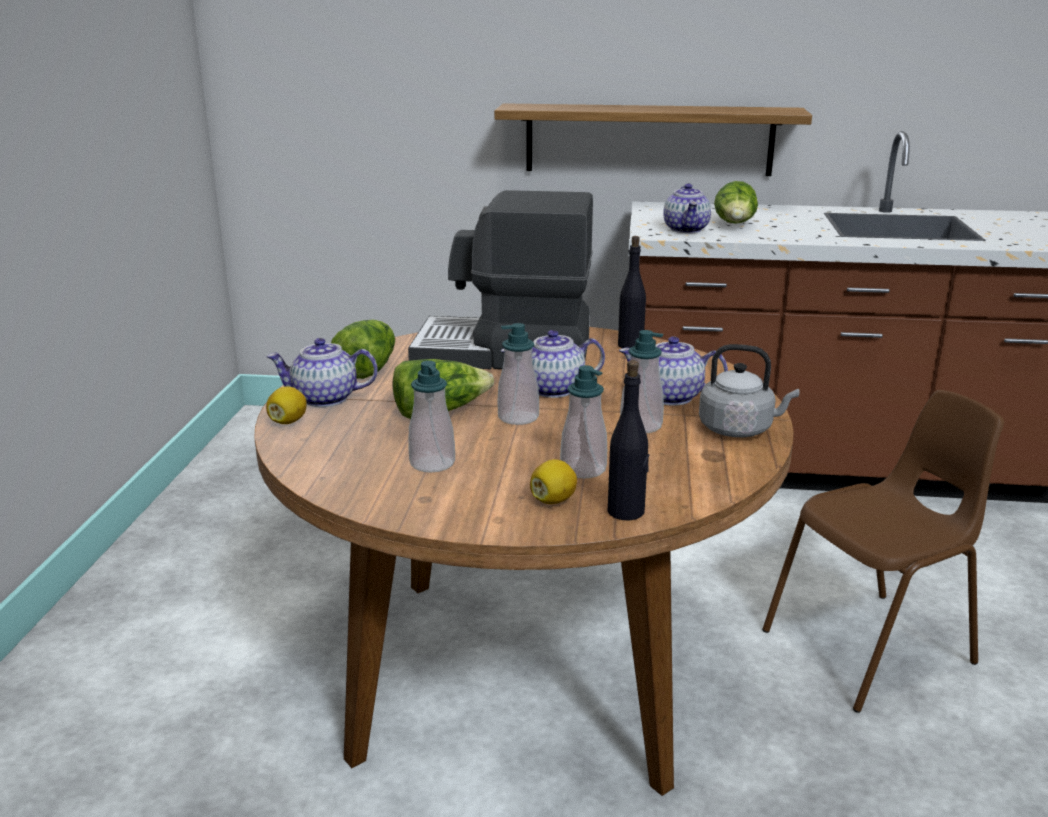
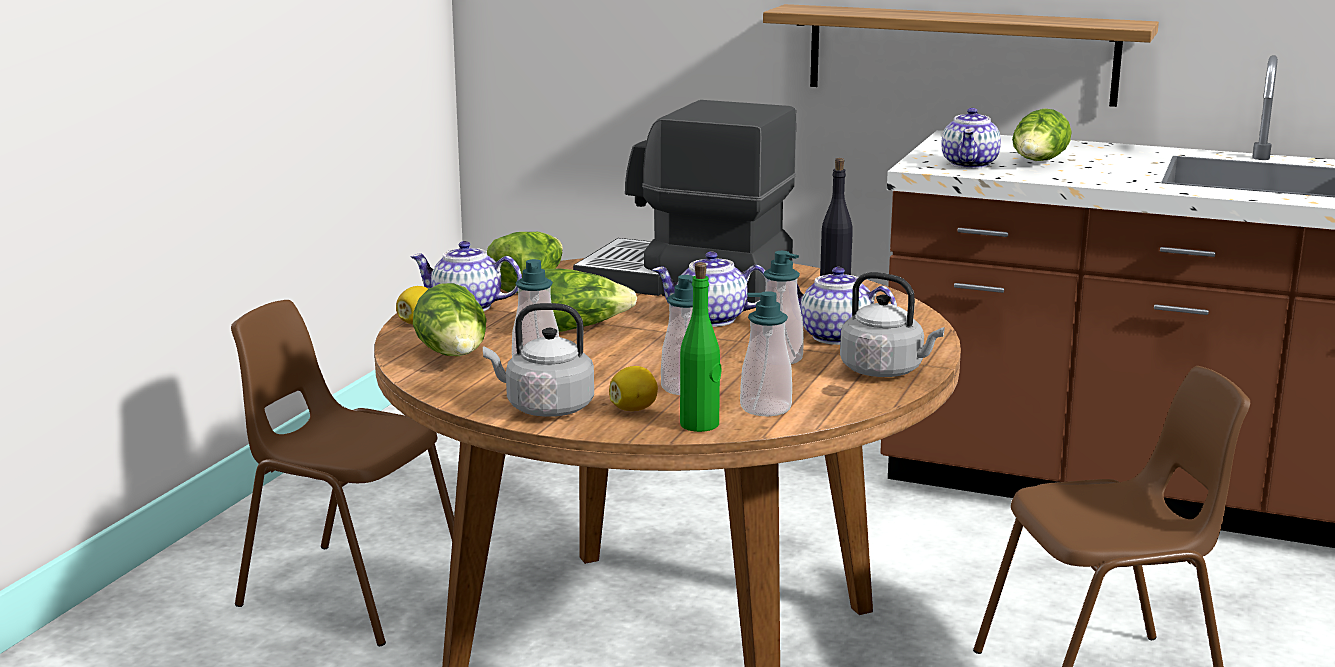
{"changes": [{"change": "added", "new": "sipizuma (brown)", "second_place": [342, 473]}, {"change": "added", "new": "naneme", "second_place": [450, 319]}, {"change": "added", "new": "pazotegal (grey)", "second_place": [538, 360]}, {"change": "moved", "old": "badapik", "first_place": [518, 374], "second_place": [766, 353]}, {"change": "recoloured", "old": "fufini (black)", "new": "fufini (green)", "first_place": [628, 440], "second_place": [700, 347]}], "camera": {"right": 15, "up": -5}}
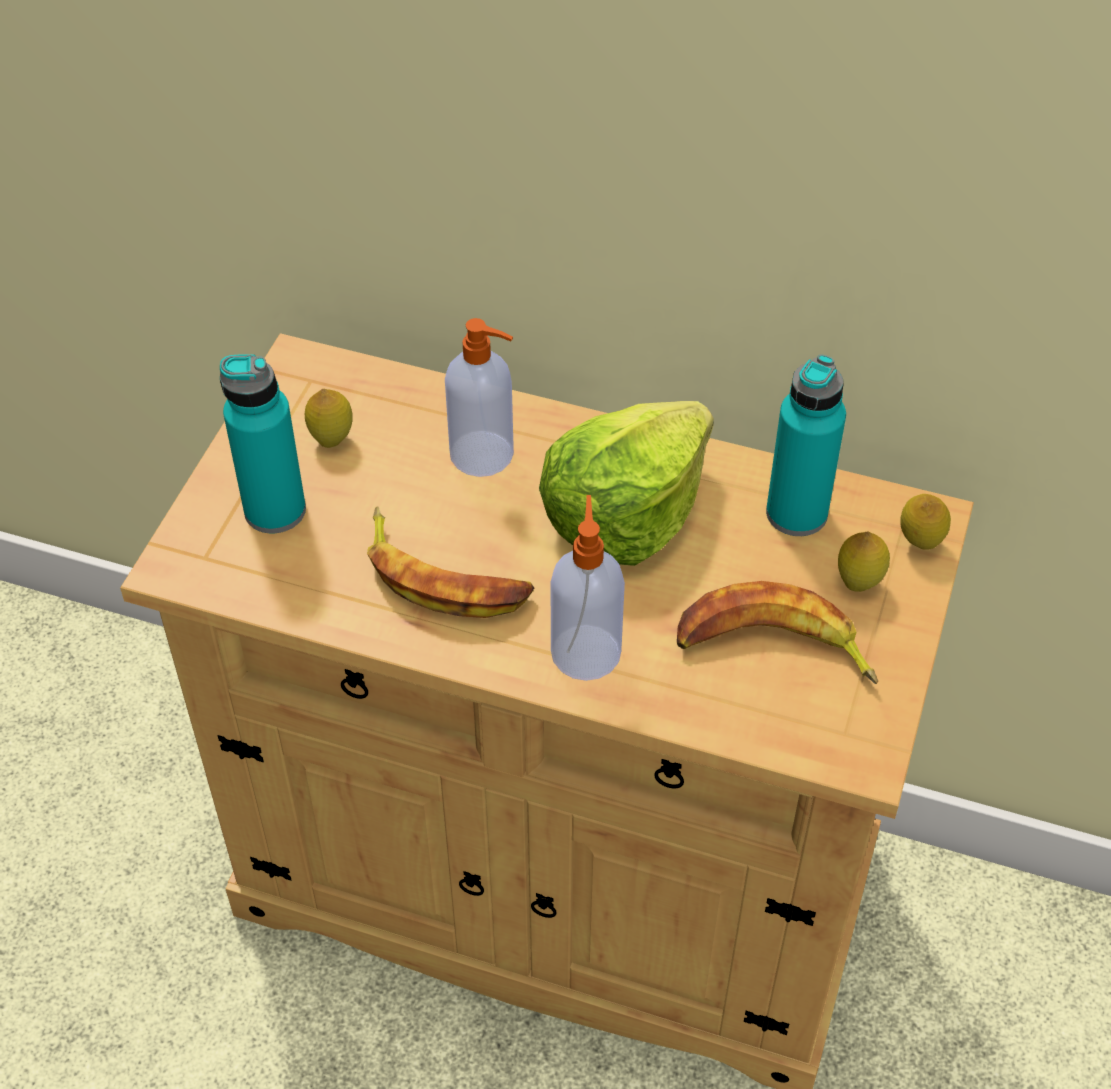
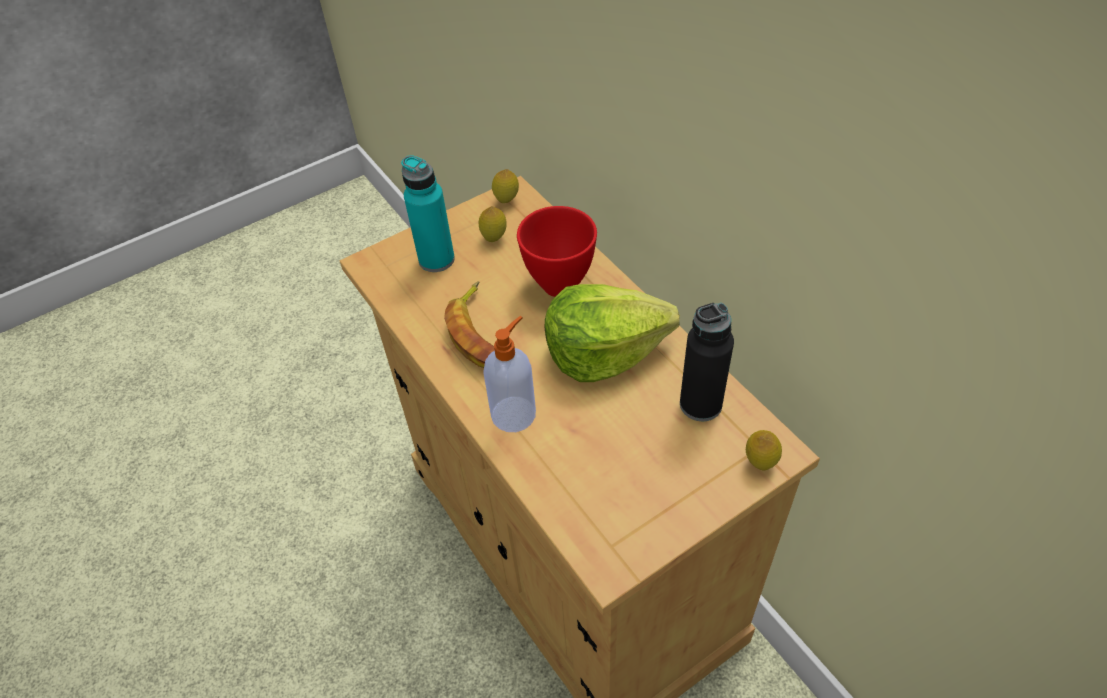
{"changes": [{"change": "removed", "old": "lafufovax", "first_place": [777, 632]}, {"change": "moved", "old": "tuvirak", "first_place": [864, 562], "second_place": [505, 186]}, {"change": "replaced", "old": "badapik", "new": "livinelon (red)", "first_place": [479, 397], "second_place": [557, 251]}, {"change": "recoloured", "old": "fufini (turquoise)", "new": "fufini (black)", "first_place": [806, 445], "second_place": [707, 362]}], "camera": {"right": 40, "up": 0}}
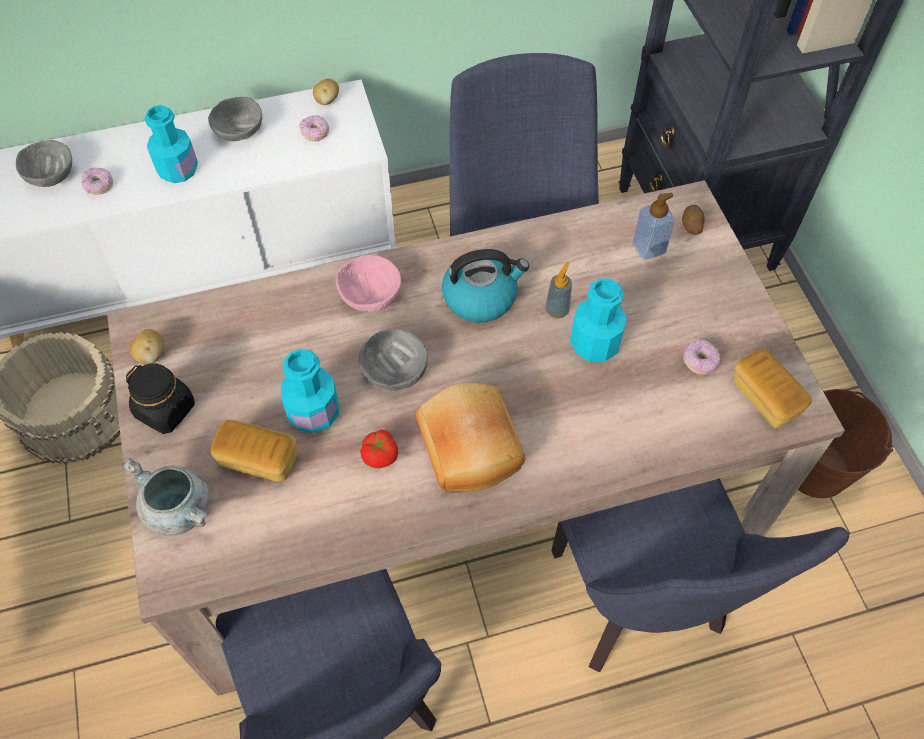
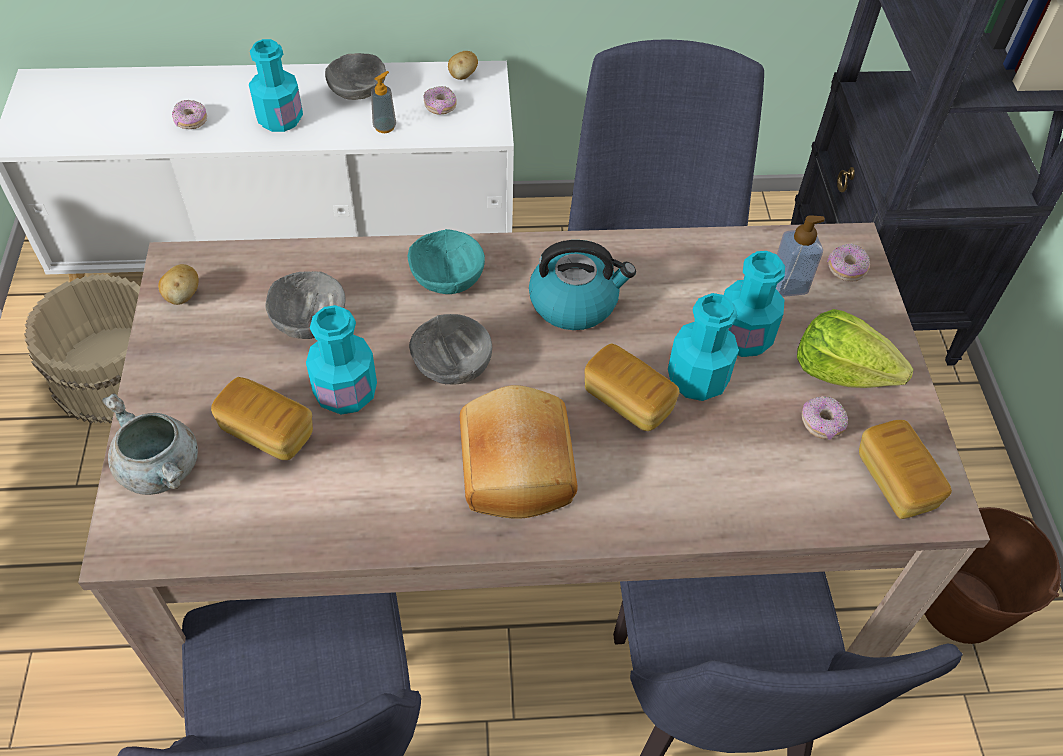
{"changes": [{"change": "removed", "old": "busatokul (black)", "first_place": [160, 399]}, {"change": "removed", "old": "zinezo", "first_place": [379, 449]}, {"change": "added", "new": "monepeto", "second_place": [632, 387]}, {"change": "added", "new": "fufini (turquoise)", "second_place": [754, 304]}, {"change": "added", "new": "naneme", "second_place": [855, 348]}, {"change": "moved", "old": "livinelon (grey)", "first_place": [44, 163], "second_place": [305, 305]}, {"change": "moved", "old": "badapik", "first_place": [558, 290], "second_place": [383, 102]}, {"change": "replaced", "old": "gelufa", "new": "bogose", "first_place": [693, 220], "second_place": [848, 263]}, {"change": "recoloured", "old": "livinelon (pink)", "new": "livinelon (turquoise)", "first_place": [368, 283], "second_place": [446, 261]}], "camera": {"right": 10, "up": -5}}
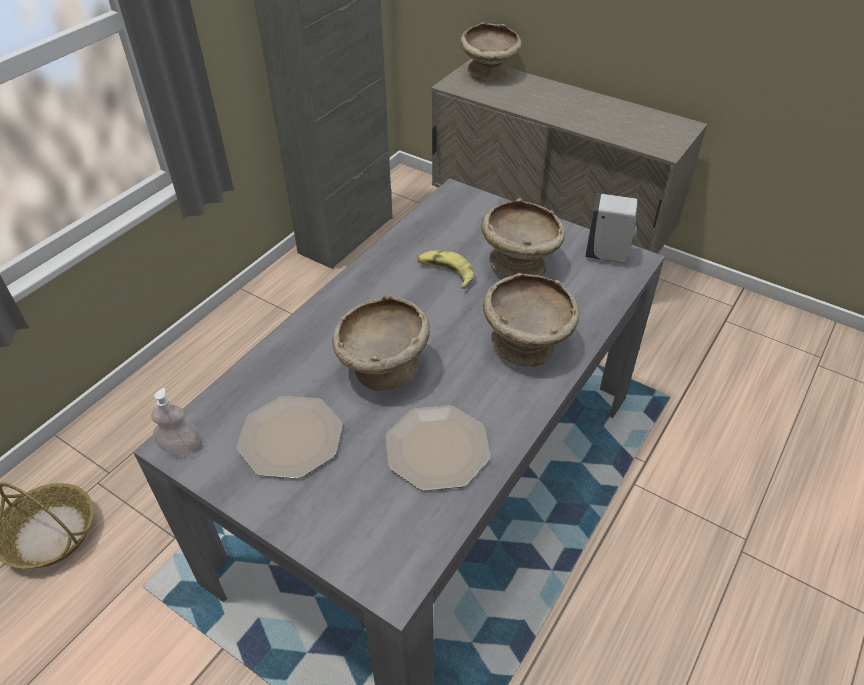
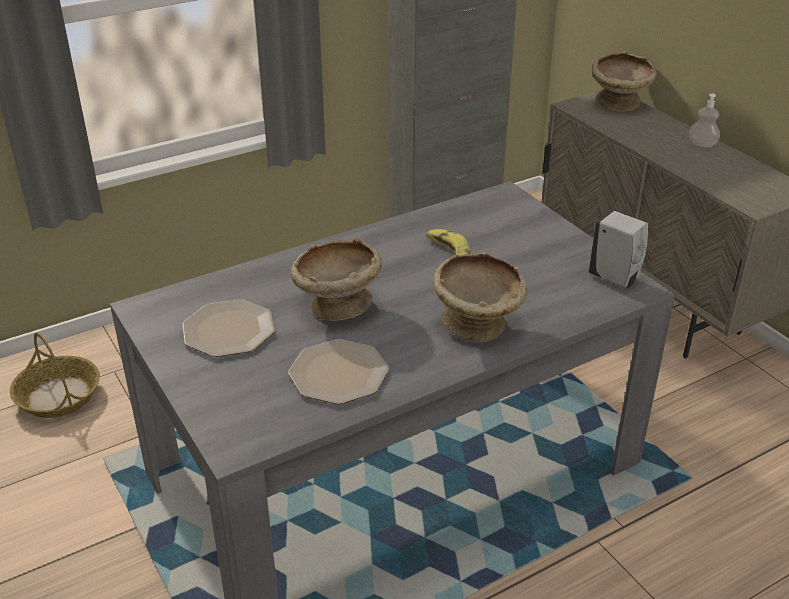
{"changes": [{"change": "removed", "old": "livinelon (beige)", "first_place": [523, 237]}, {"change": "moved", "old": "badapik", "first_place": [175, 421], "second_place": [704, 120]}], "camera": {"right": 25, "up": -10}}
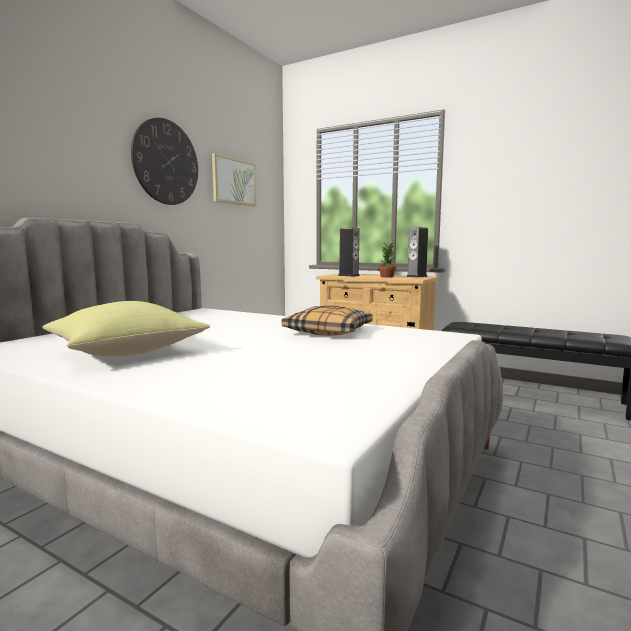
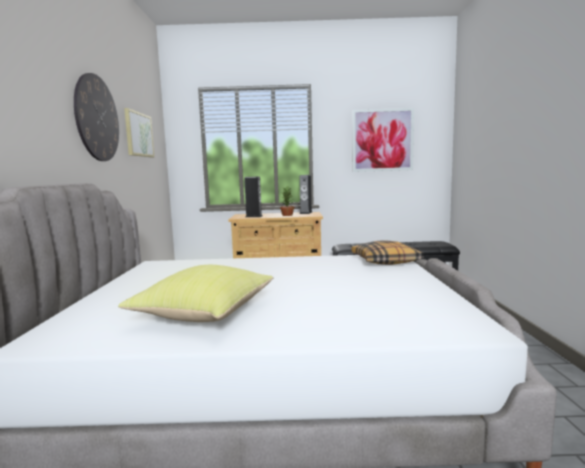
{"changes": [{"change": "added", "new": "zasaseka", "second_place": [383, 140]}, {"change": "moved", "old": "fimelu", "first_place": [327, 321], "second_place": [387, 252]}], "camera": {"right": -30, "up": 0}}
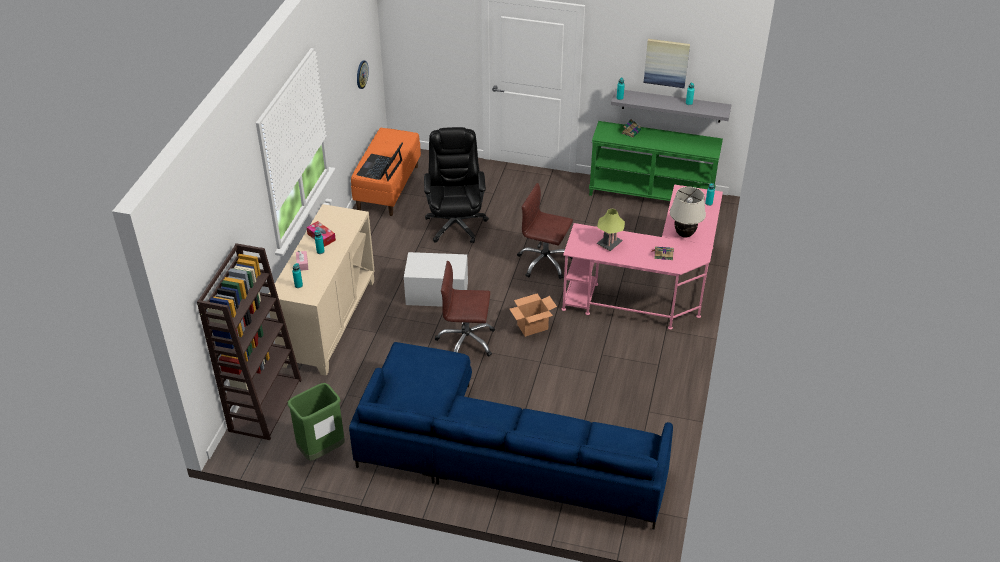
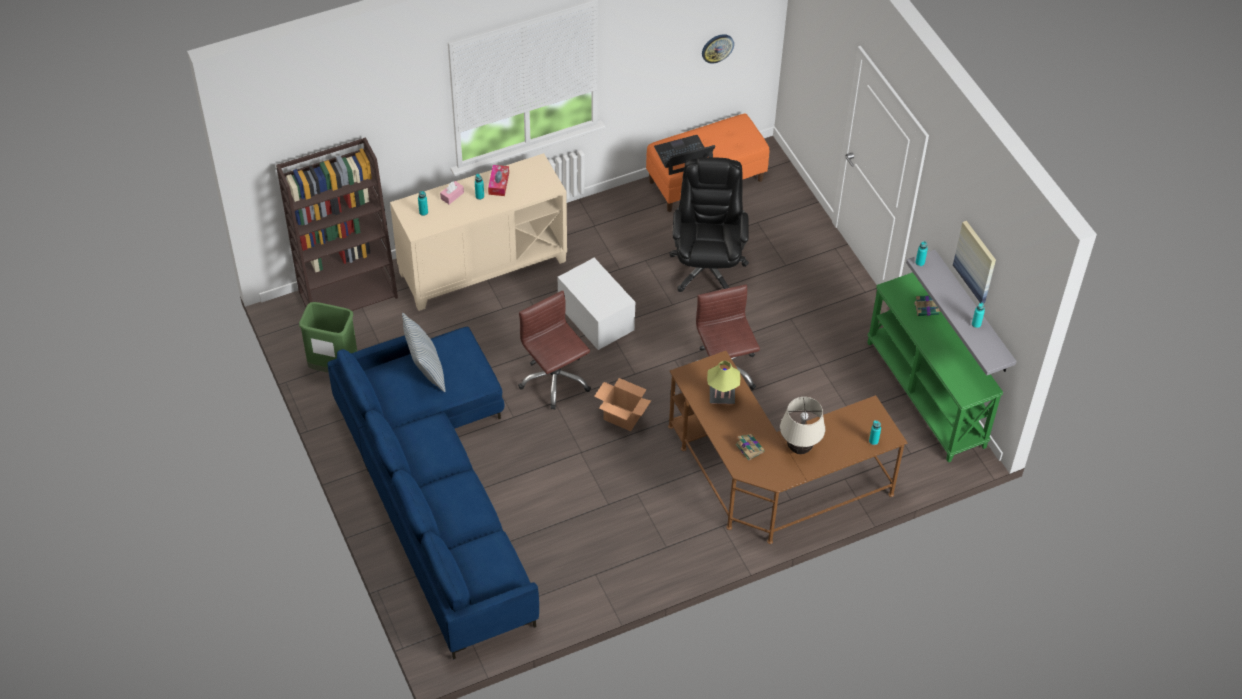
{"changes": [{"change": "added", "new": "fimelu", "second_place": [424, 352]}, {"change": "recoloured", "old": "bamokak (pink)", "new": "bamokak (brown)", "first_place": [642, 257], "second_place": [787, 447]}, {"change": "turned", "old": "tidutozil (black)", "first_place": [456, 185], "second_place": [709, 224], "degrees": -45}], "camera": {"right": 50, "up": 10}}
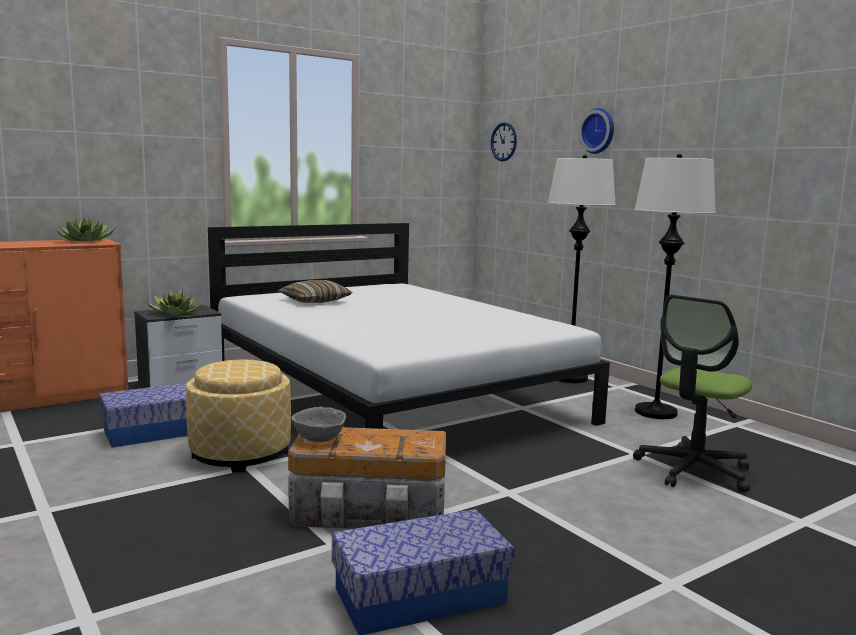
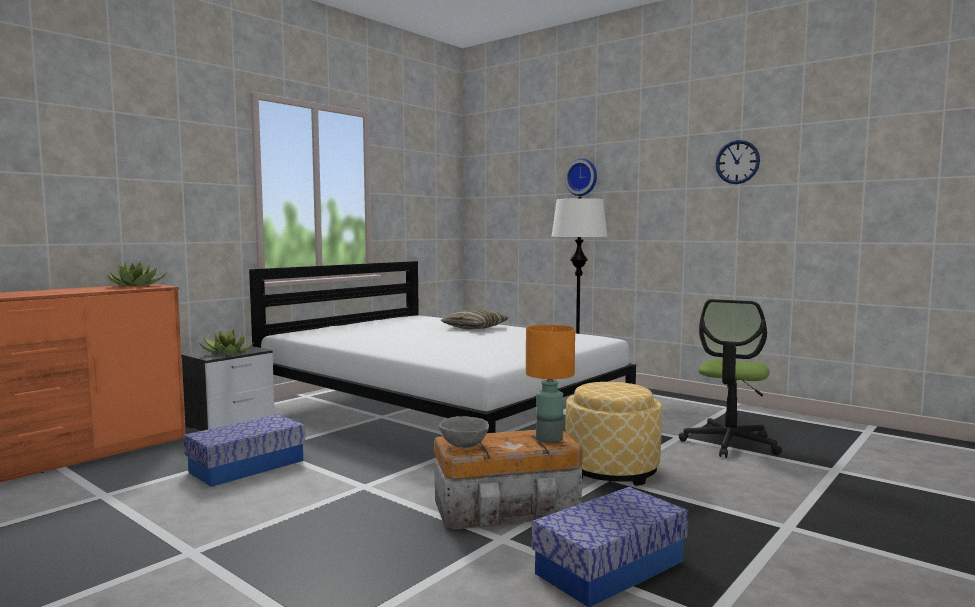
{"changes": [{"change": "removed", "old": "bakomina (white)", "first_place": [675, 286]}, {"change": "added", "new": "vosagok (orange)", "second_place": [550, 384]}, {"change": "moved", "old": "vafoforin", "first_place": [238, 416], "second_place": [613, 434]}, {"change": "moved", "old": "fimelu", "first_place": [315, 291], "second_place": [474, 319]}, {"change": "moved", "old": "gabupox", "first_place": [504, 141], "second_place": [738, 162]}], "camera": {"right": -15, "up": -5}}
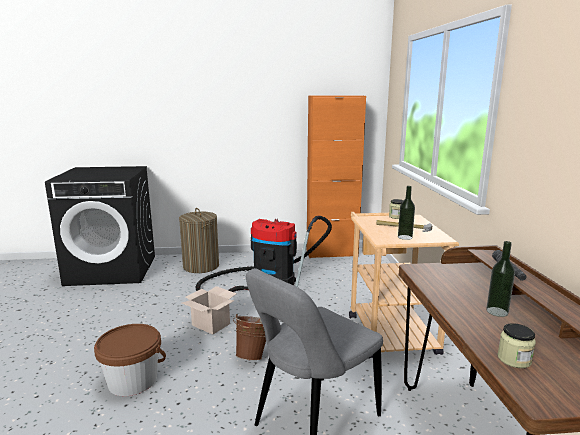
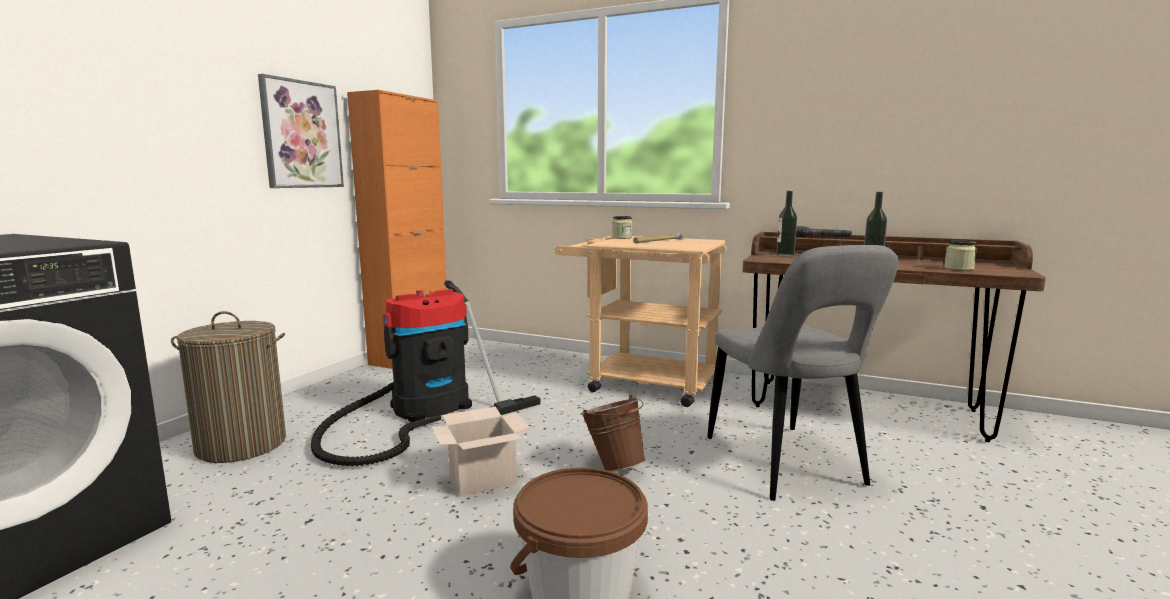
{"changes": [{"change": "added", "new": "zasaseka", "second_place": [301, 131]}, {"change": "moved", "old": "fufini", "first_place": [406, 213], "second_place": [786, 224]}], "camera": {"right": -60, "up": -5}}
